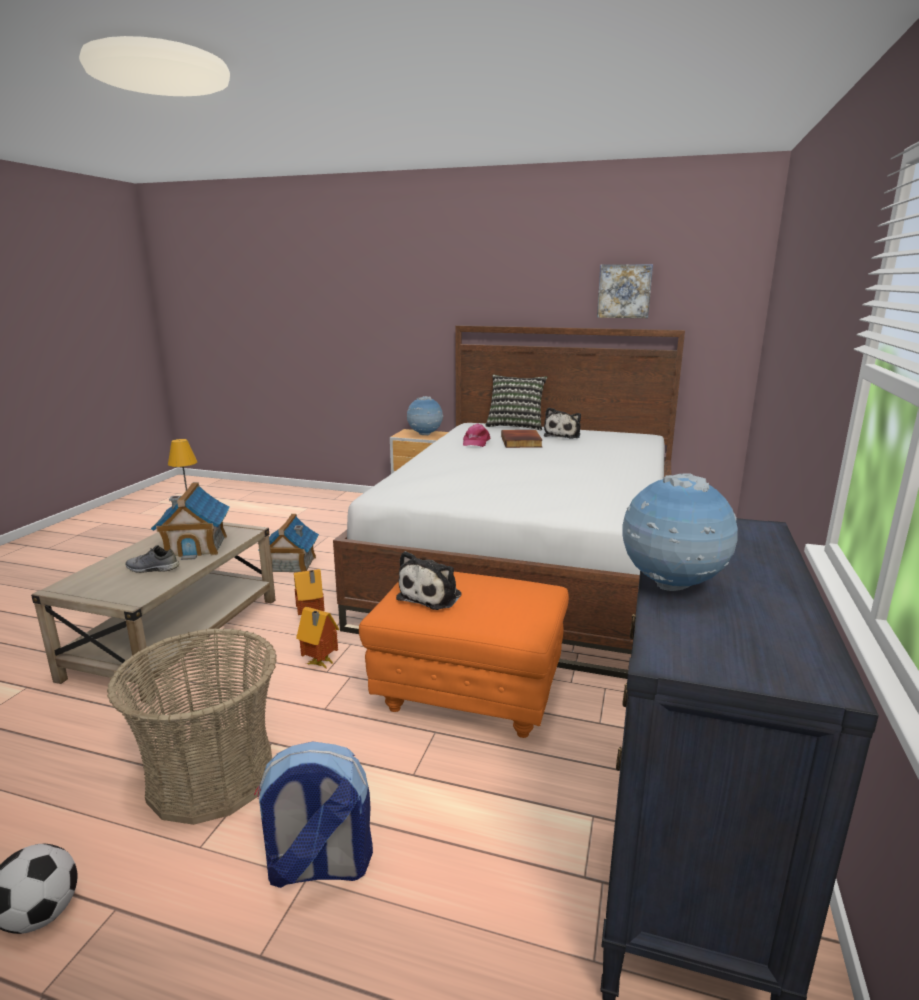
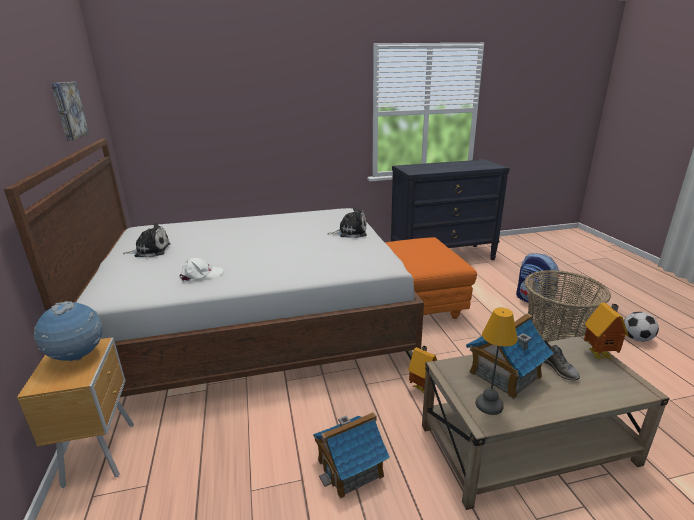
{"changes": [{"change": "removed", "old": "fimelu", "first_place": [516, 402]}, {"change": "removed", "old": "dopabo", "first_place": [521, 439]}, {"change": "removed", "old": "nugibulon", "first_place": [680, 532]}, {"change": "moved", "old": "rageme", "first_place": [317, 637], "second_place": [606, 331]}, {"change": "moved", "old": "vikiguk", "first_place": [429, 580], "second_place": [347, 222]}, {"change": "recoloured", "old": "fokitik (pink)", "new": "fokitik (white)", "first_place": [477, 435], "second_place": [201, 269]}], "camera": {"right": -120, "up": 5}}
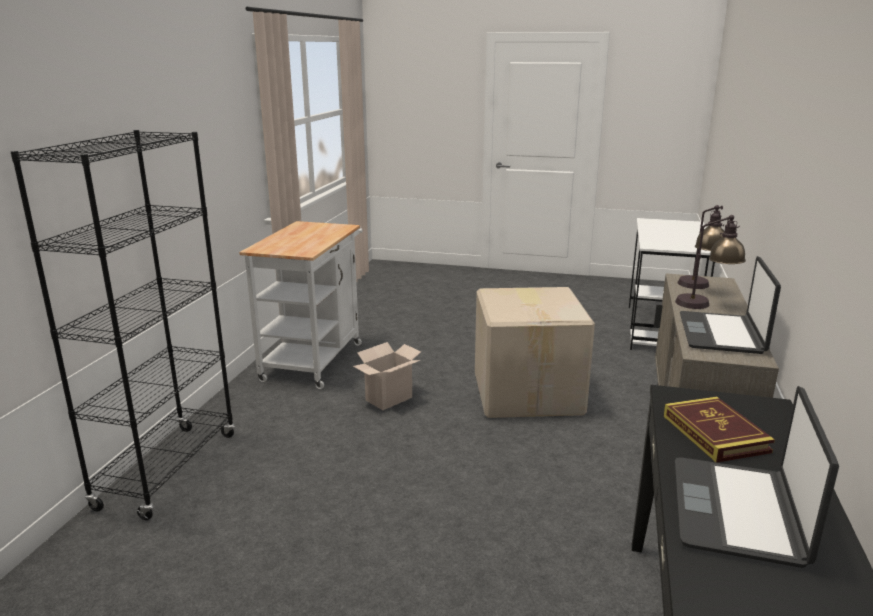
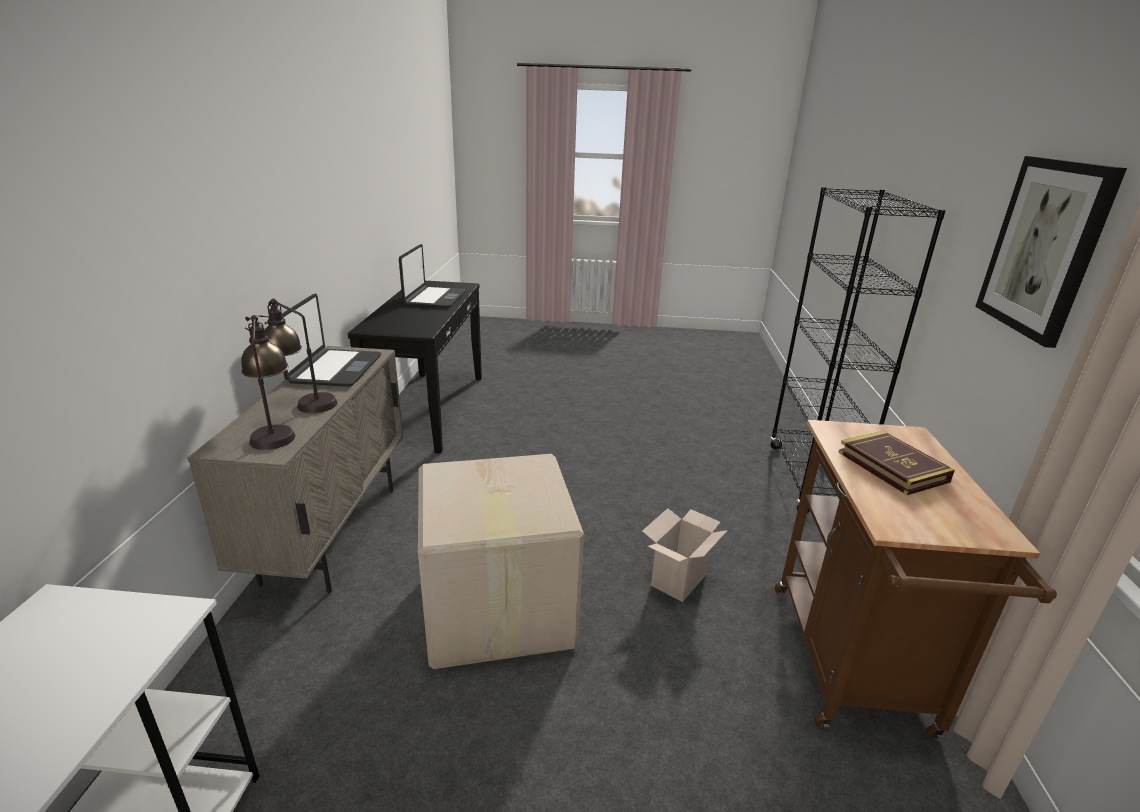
{"changes": [{"change": "added", "new": "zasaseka", "second_place": [1051, 252]}, {"change": "moved", "old": "dopabo", "first_place": [719, 430], "second_place": [896, 463]}, {"change": "recoloured", "old": "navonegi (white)", "new": "navonegi (brown)", "first_place": [301, 305], "second_place": [916, 579]}], "camera": {"right": 170, "up": 5}}
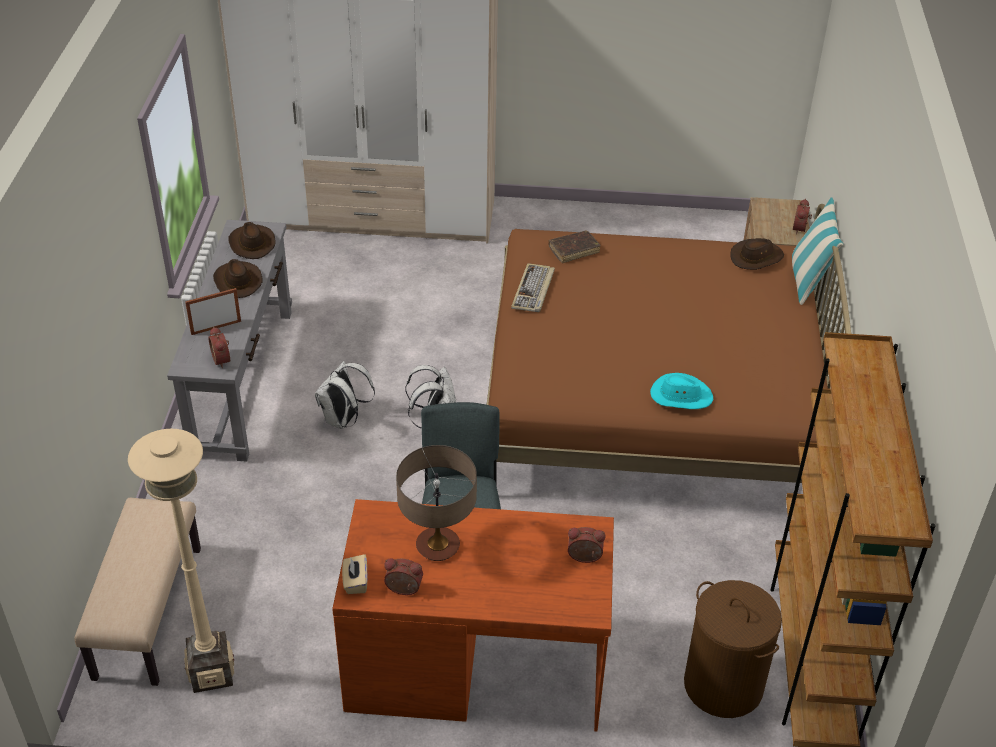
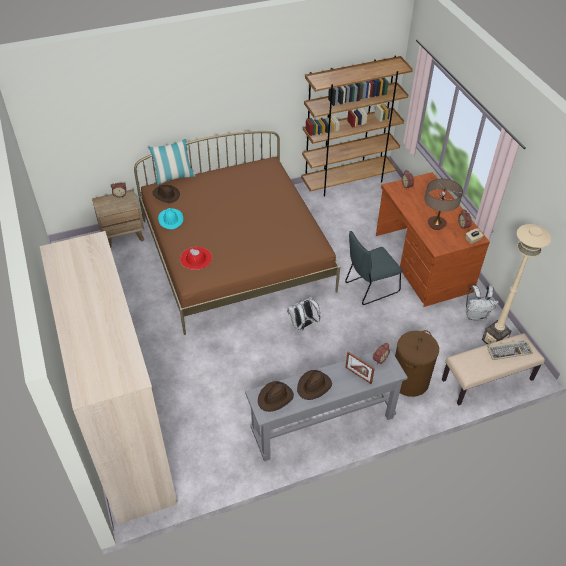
{"changes": [{"change": "moved", "old": "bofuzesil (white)", "first_place": [345, 395], "second_place": [482, 302]}, {"change": "moved", "old": "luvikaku", "first_place": [533, 287], "second_place": [510, 349]}, {"change": "moved", "old": "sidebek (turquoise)", "first_place": [681, 391], "second_place": [170, 218]}, {"change": "moved", "old": "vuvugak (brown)", "first_place": [733, 649], "second_place": [417, 363]}, {"change": "replaced", "old": "dopabo (brown)", "new": "sidebek (red)", "first_place": [575, 247], "second_place": [196, 258]}], "camera": {"right": -115, "up": 5}}
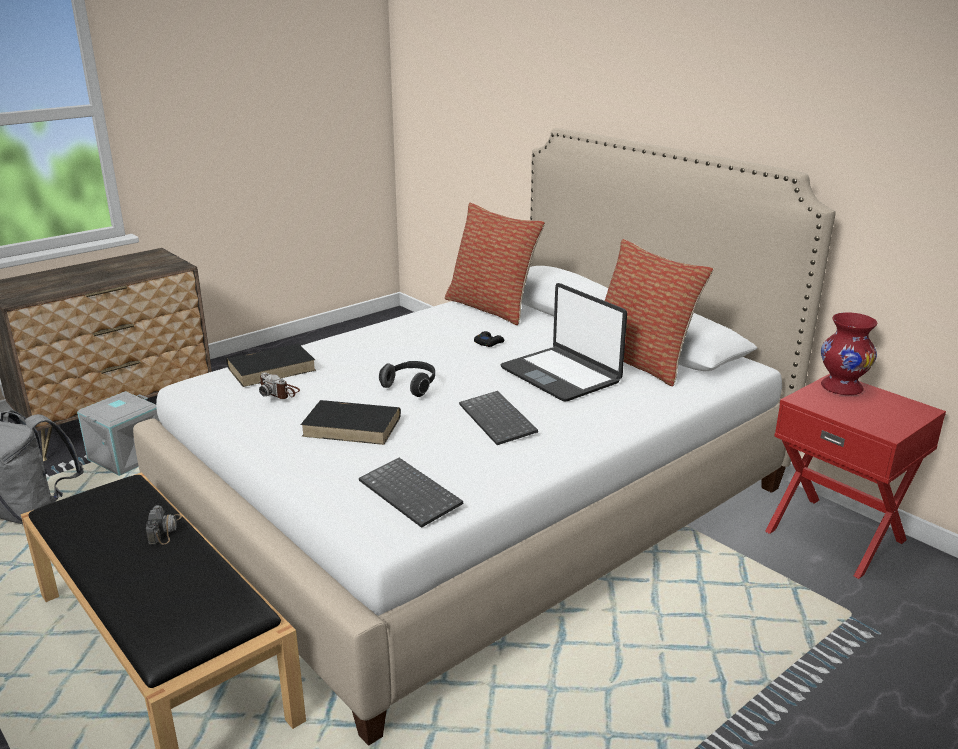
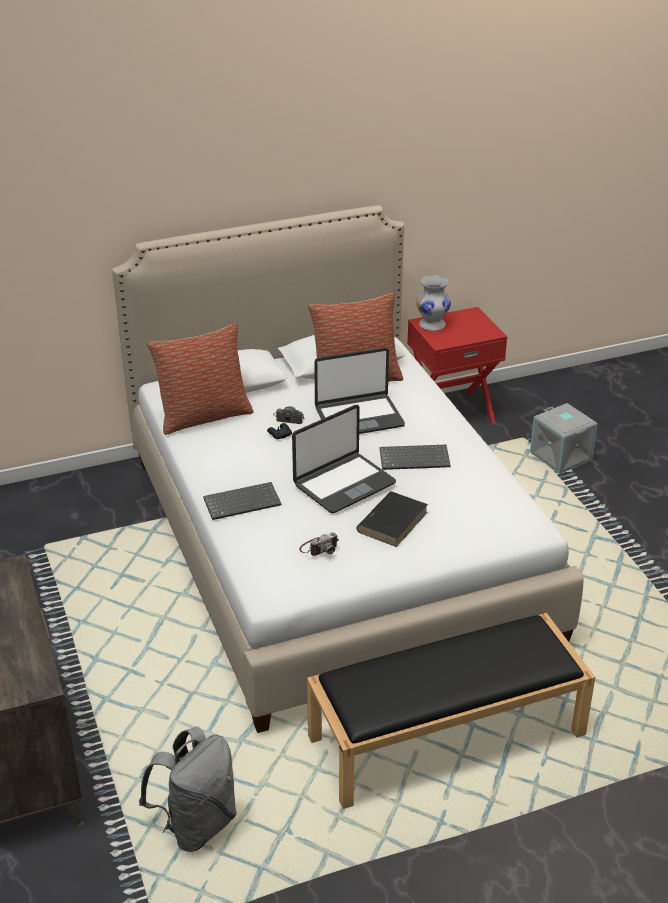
{"changes": [{"change": "removed", "old": "dopabo (black)", "first_place": [271, 365]}, {"change": "moved", "old": "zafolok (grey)", "first_place": [118, 433], "second_place": [564, 439]}, {"change": "moved", "old": "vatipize", "first_place": [164, 525], "second_place": [289, 415]}, {"change": "moved", "old": "luvikaku", "first_place": [411, 493], "second_place": [242, 501]}, {"change": "replaced", "old": "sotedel", "new": "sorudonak", "first_place": [407, 379], "second_place": [344, 459]}, {"change": "recoloured", "old": "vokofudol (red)", "new": "vokofudol (white)", "first_place": [849, 353], "second_place": [433, 303]}], "camera": {"right": -70, "up": 10}}
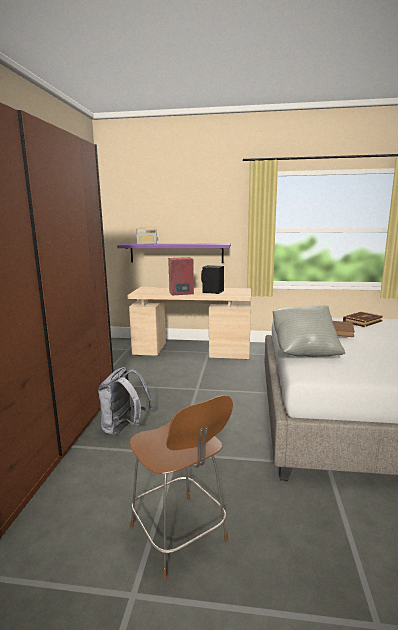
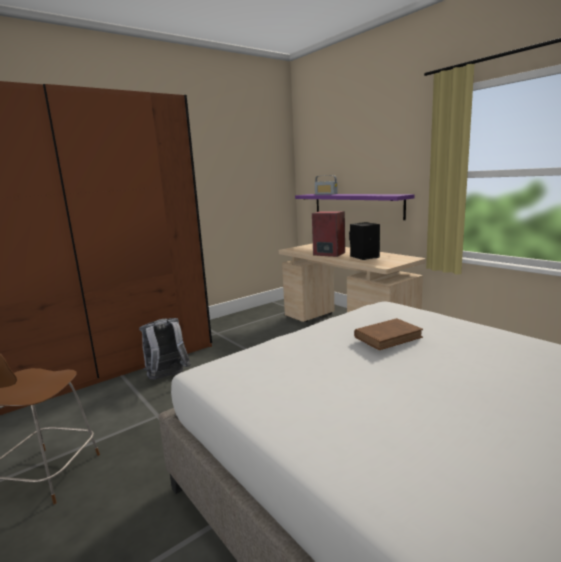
{"changes": [{"change": "removed", "old": "fimelu (grey)", "first_place": [309, 331]}, {"change": "removed", "old": "dopabo", "first_place": [363, 319]}], "camera": {"right": 45, "up": 0}}
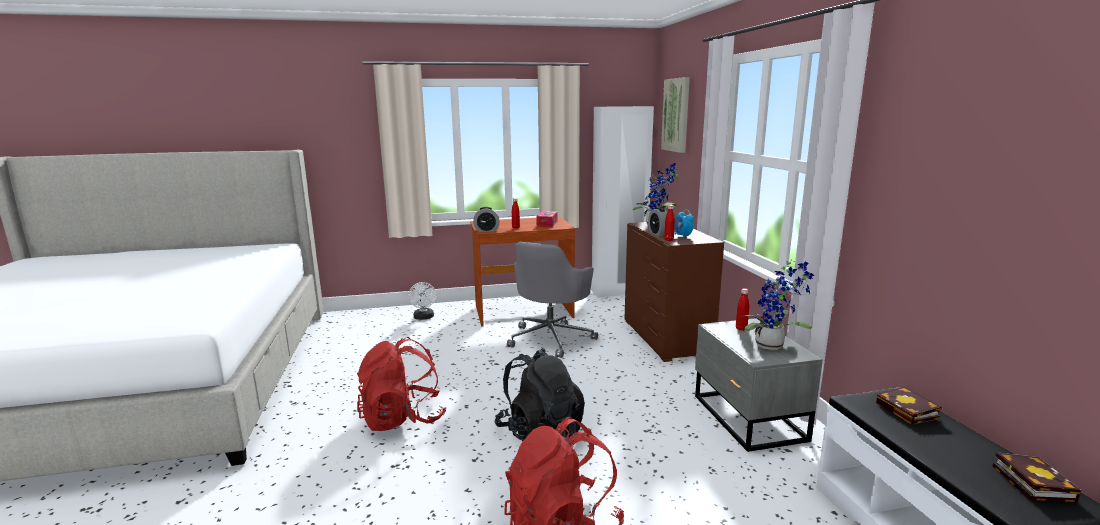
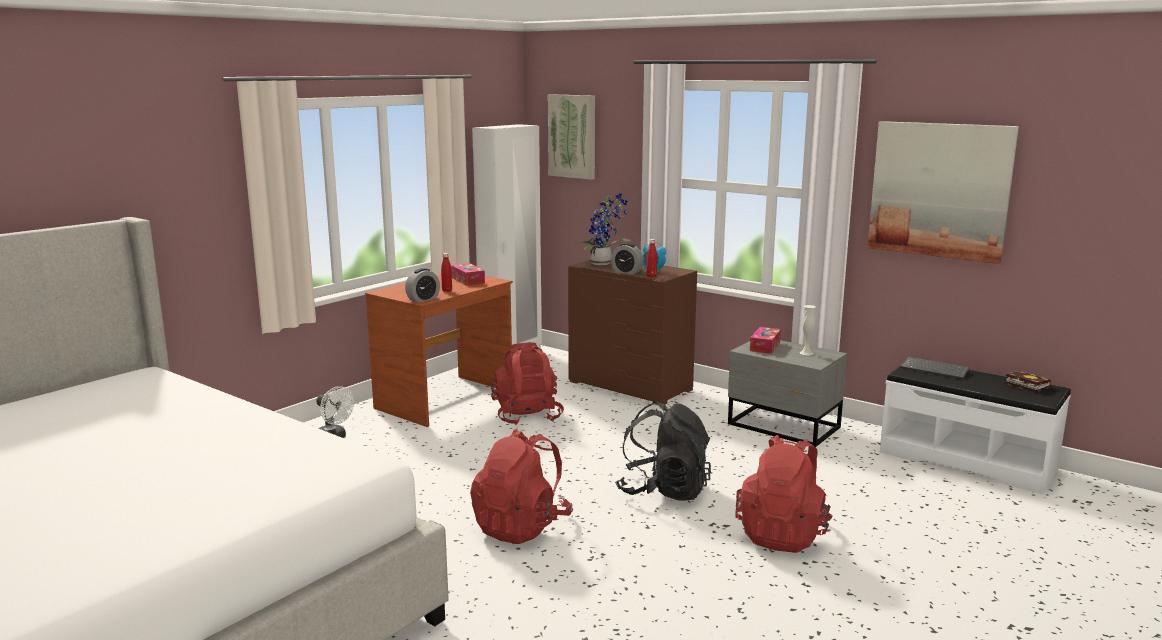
{"changes": [{"change": "added", "new": "zasaseka", "second_place": [943, 192]}, {"change": "replaced", "old": "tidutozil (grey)", "new": "bofuzesil (red)", "first_place": [552, 300], "second_place": [527, 383]}, {"change": "replaced", "old": "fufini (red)", "new": "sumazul", "first_place": [742, 310], "second_place": [765, 340]}, {"change": "replaced", "old": "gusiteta", "new": "vokofudol (white)", "first_place": [777, 304], "second_place": [807, 330]}, {"change": "replaced", "old": "dopabo", "new": "luvikaku", "first_place": [909, 406], "second_place": [935, 367]}], "camera": {"right": -40, "up": 0}}
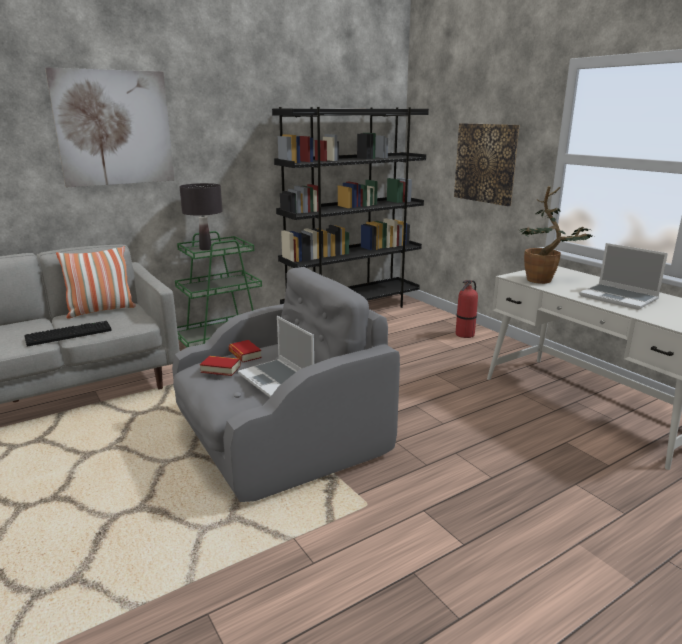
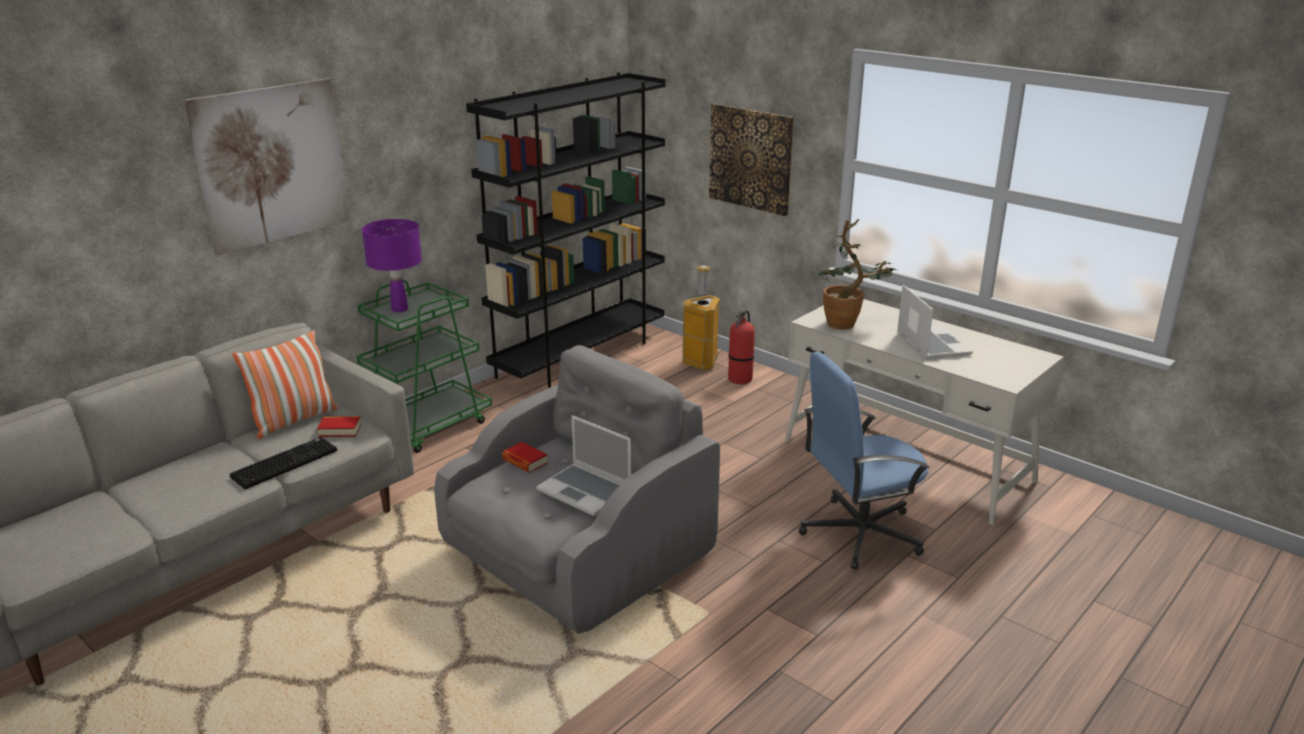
{"changes": [{"change": "added", "new": "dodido", "second_place": [701, 317]}, {"change": "added", "new": "tidutozil (blue)", "second_place": [864, 461]}, {"change": "moved", "old": "dopabo", "first_place": [220, 366], "second_place": [339, 426]}, {"change": "recoloured", "old": "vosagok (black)", "new": "vosagok (purple)", "first_place": [201, 216], "second_place": [392, 265]}, {"change": "turned", "old": "sorudonak", "first_place": [623, 276], "second_place": [935, 322], "degrees": -135}], "camera": {"right": -15, "up": 5}}
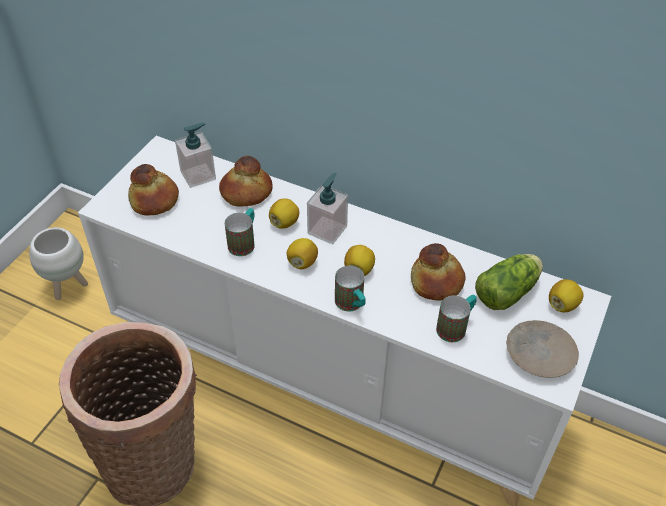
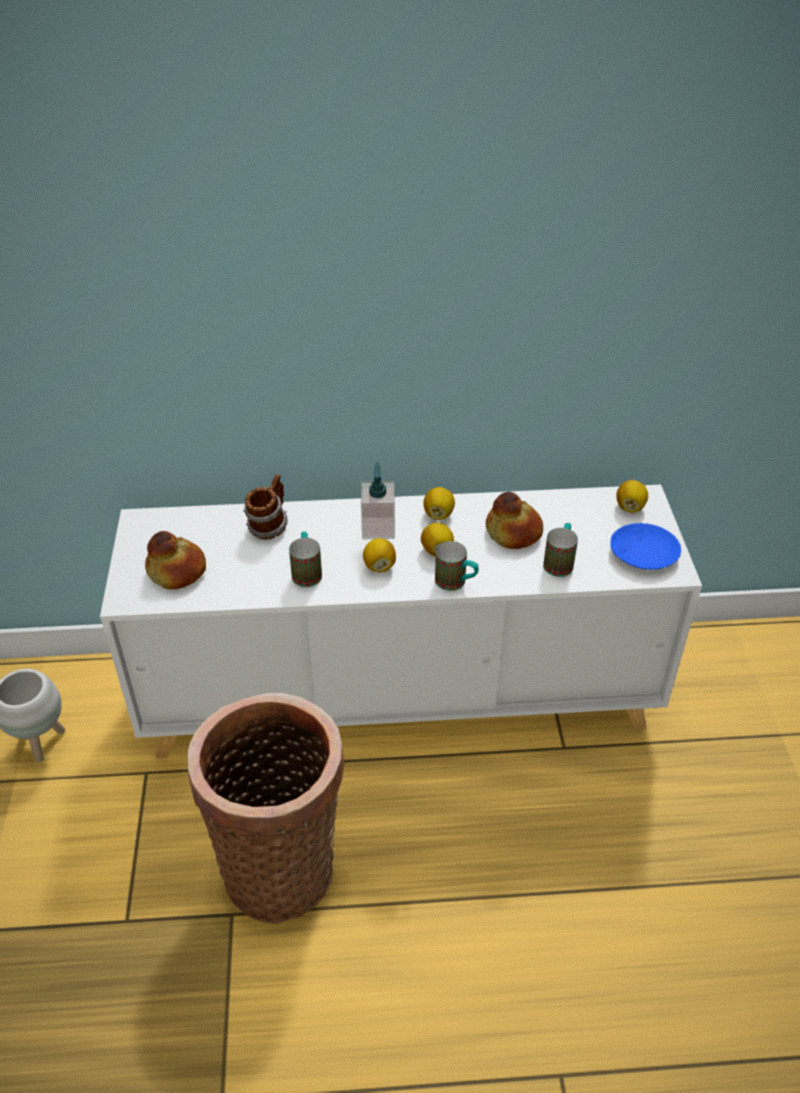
{"changes": [{"change": "removed", "old": "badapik", "first_place": [195, 155]}, {"change": "removed", "old": "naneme", "first_place": [509, 282]}, {"change": "moved", "old": "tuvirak", "first_place": [284, 213], "second_place": [439, 503]}, {"change": "replaced", "old": "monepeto", "new": "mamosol", "first_place": [246, 181], "second_place": [266, 507]}, {"change": "recoloured", "old": "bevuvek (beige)", "new": "bevuvek (blue)", "first_place": [542, 349], "second_place": [645, 546]}], "camera": {"right": -30, "up": -5}}
